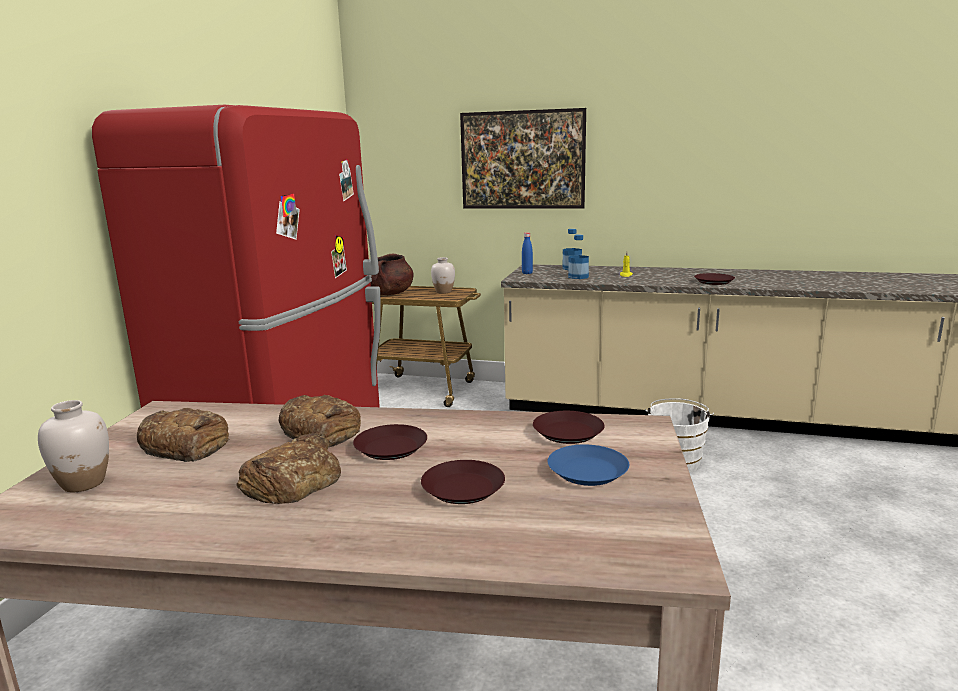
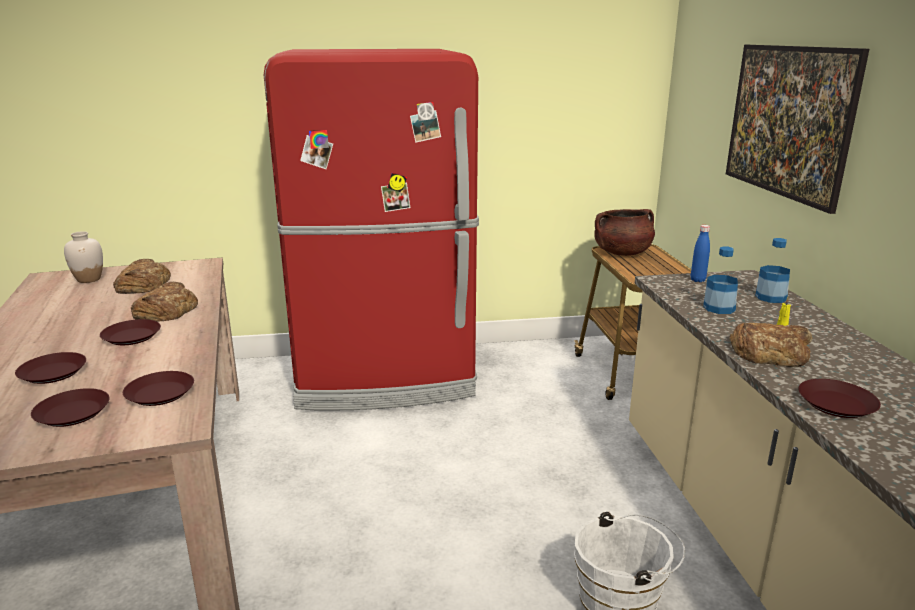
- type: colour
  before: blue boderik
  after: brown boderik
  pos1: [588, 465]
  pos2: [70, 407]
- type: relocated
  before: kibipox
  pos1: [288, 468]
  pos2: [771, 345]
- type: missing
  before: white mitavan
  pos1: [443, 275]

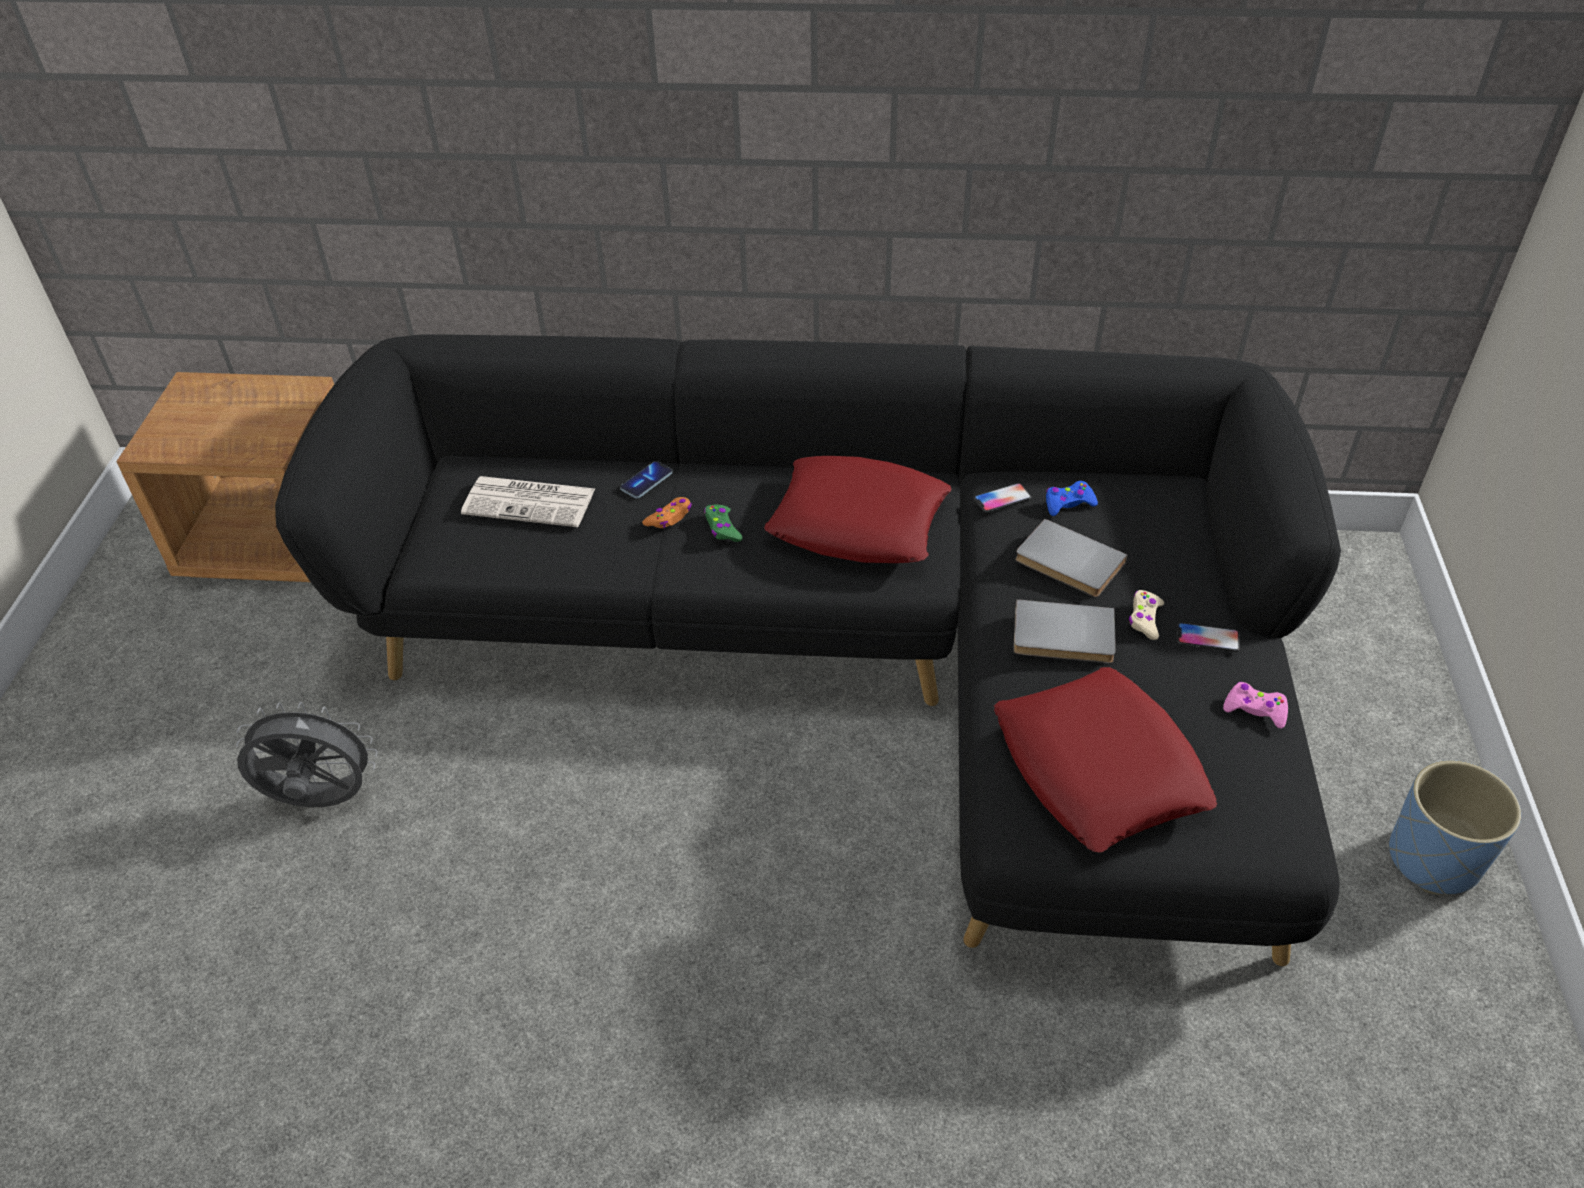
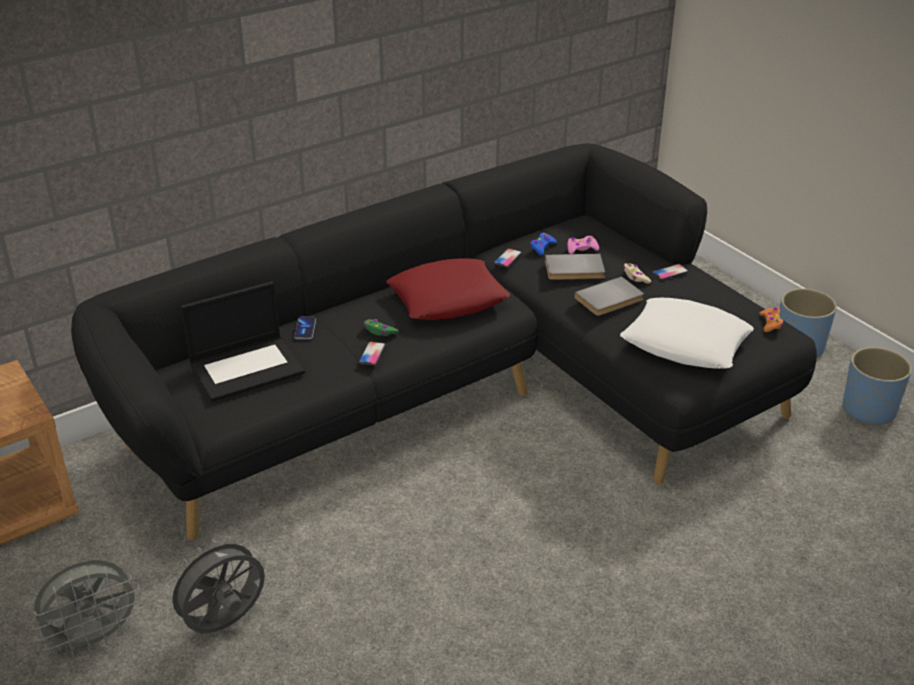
- type: appeared
  after: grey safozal
  pos2: [87, 607]
- type: exchanged
  before: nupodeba
  after: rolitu
  pos1: [528, 501]
  pos2: [243, 341]
- type: appeared
  after: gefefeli
  pos2: [372, 353]
- type: relocated
  before: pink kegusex
  pos1: [1255, 705]
  pos2: [583, 245]
- type: colour
  before: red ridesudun
  after: white ridesudun
  pos1: [1105, 759]
  pos2: [687, 333]
- type: relocated
  before: orange kegusex
  pos1: [667, 512]
  pos2: [772, 319]
- type: appeared
  after: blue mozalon
  pos2: [877, 386]

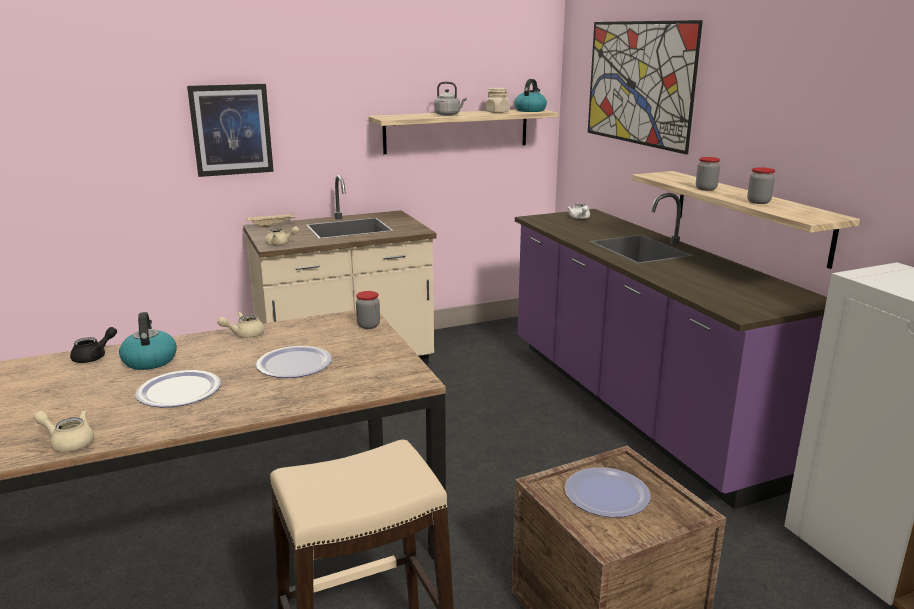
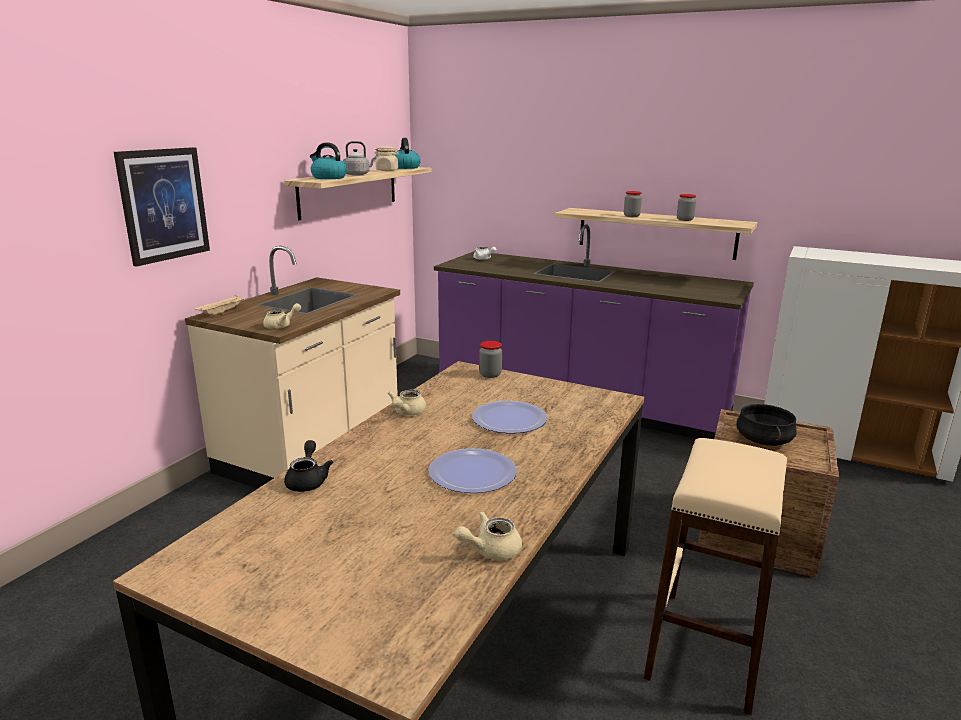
- type: relocated
  before: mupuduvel
  pos1: [148, 341]
  pos2: [328, 161]
- type: exchanged
  before: boderik
  after: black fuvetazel
  pos1: [607, 492]
  pos2: [766, 425]
- type: missing
  before: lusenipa
  pos1: [645, 87]

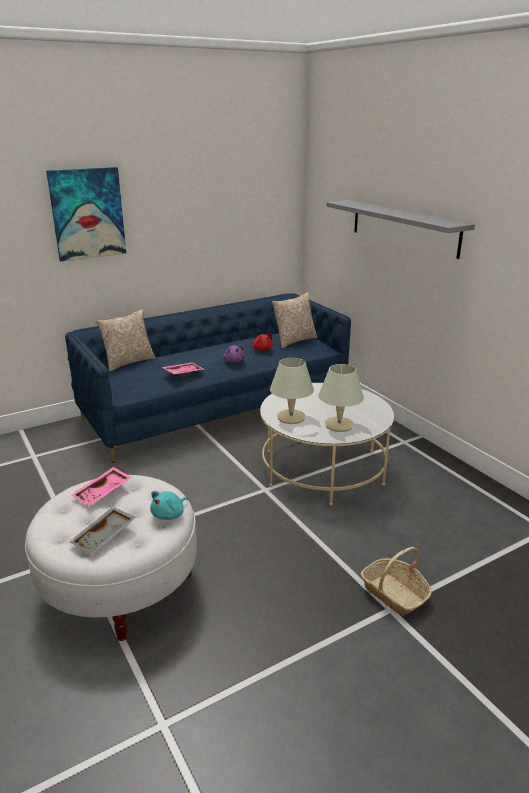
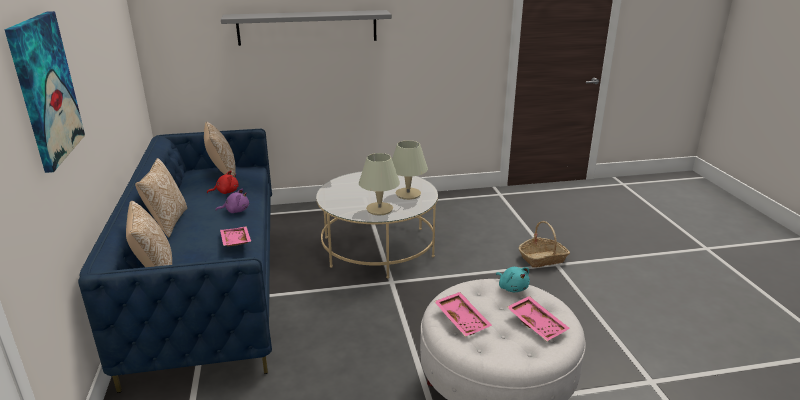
- type: appeared
  after: ridesudun
  pos2: [161, 197]
- type: colour
  before: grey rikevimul
  after: pink rikevimul
  pos1: [102, 530]
  pos2: [538, 318]

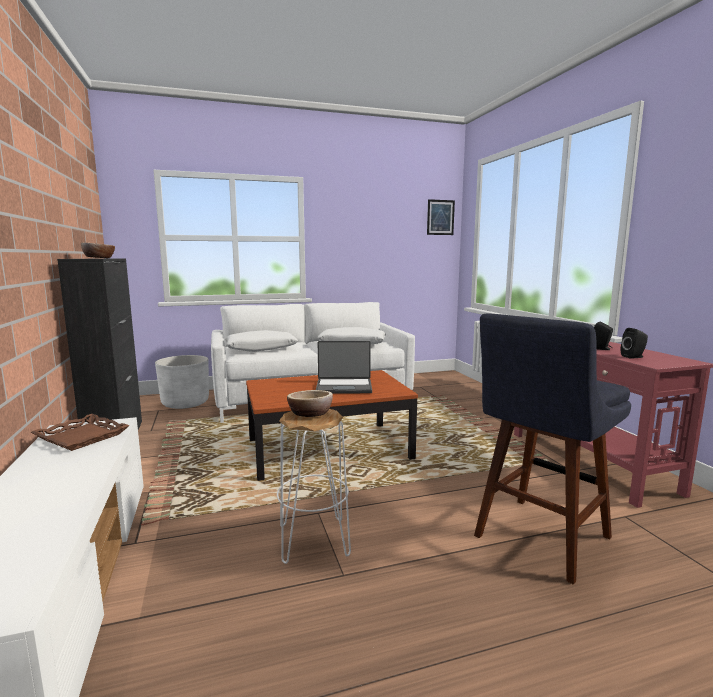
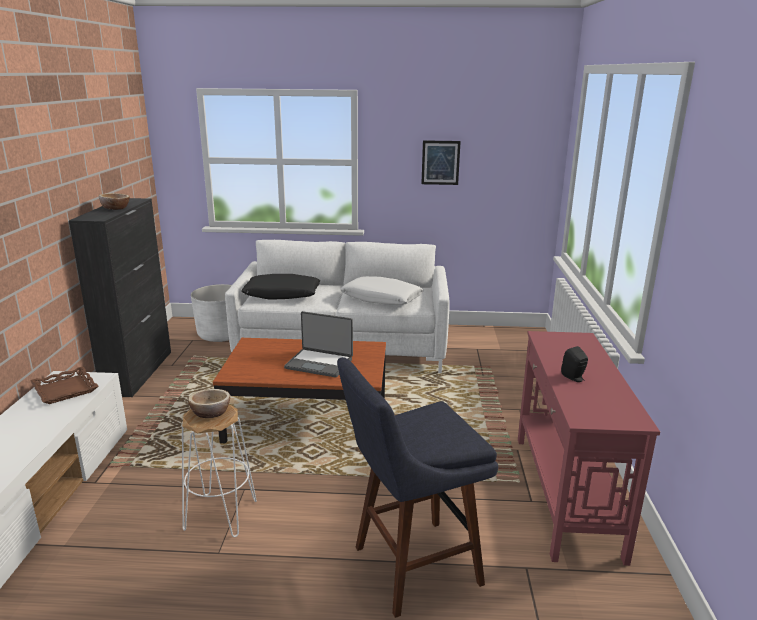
- type: colour
  before: white ridesudun
  after: black ridesudun
  pos1: [261, 341]
  pos2: [280, 287]
- type: relocated
  before: lusenipa
  pos1: [441, 217]
  pos2: [441, 162]
- type: missing
  before: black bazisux
  pos1: [634, 343]

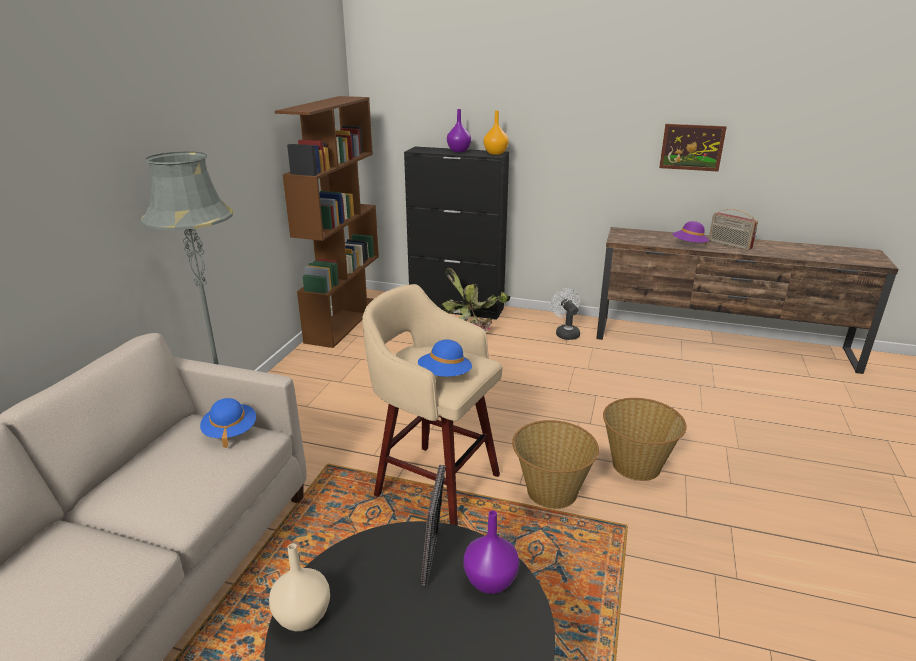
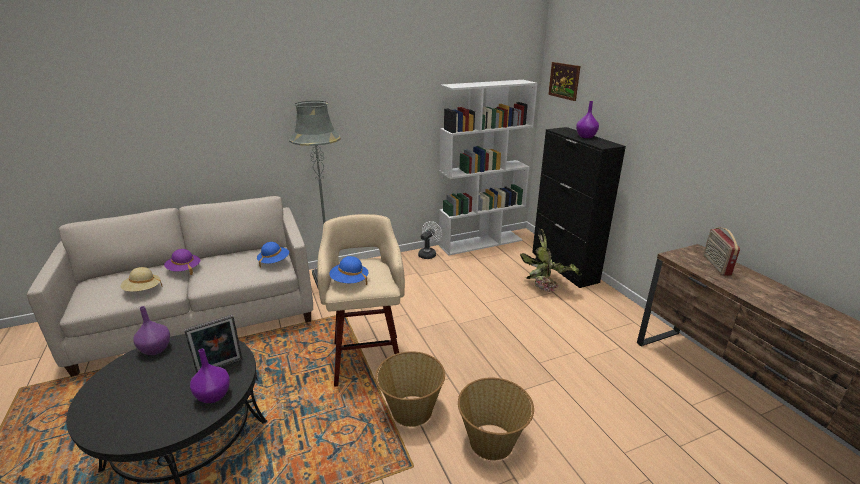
- type: appeared
  after: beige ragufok
  pos2: [142, 279]
- type: colour
  before: beige mitavan
  after: purple mitavan
  pos1: [299, 587]
  pos2: [151, 330]
- type: relocated
  before: purple ragufok
  pos1: [691, 233]
  pos2: [182, 262]
- type: relocated
  before: white safozal
  pos1: [565, 314]
  pos2: [430, 240]
- type: colour
  before: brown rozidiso
  after: white rozidiso
  pos1: [327, 222]
  pos2: [488, 168]
- type: relocated
  before: lusenipa
  pos1: [693, 148]
  pos2: [564, 81]
- type: relocated
  before: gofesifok
  pos1: [733, 229]
  pos2: [722, 252]
- type: missing
  before: orange mitavan
  pos1: [496, 133]

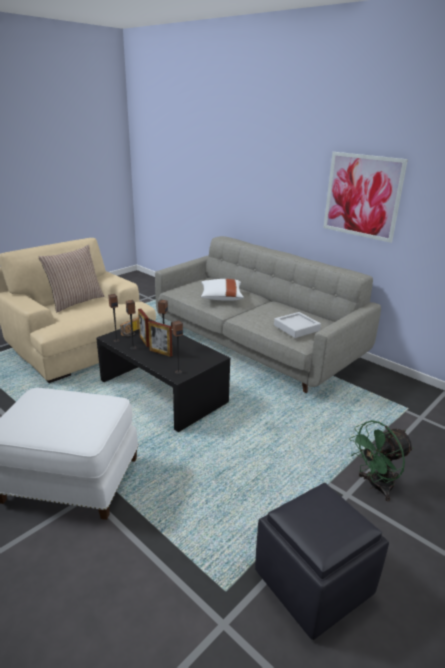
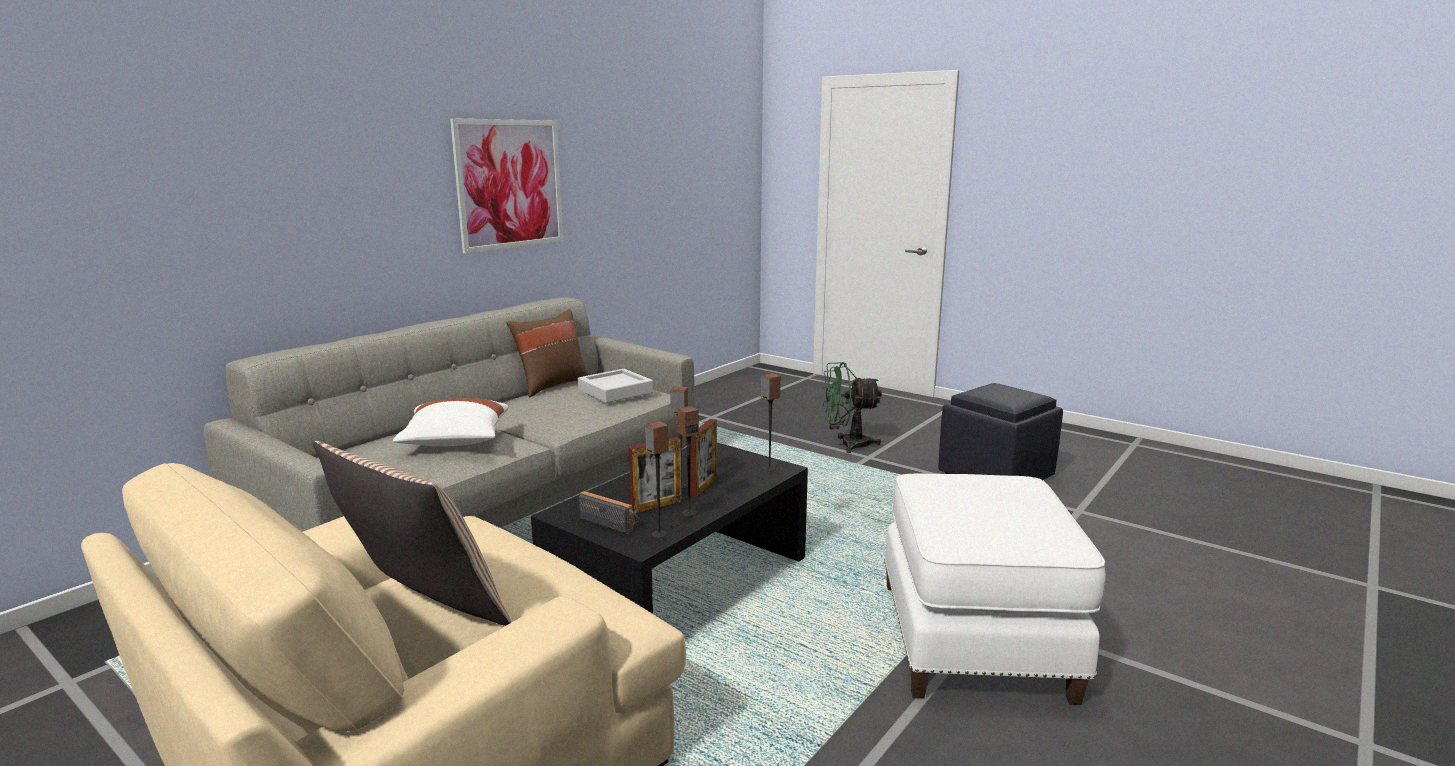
- type: appeared
  after: brown ridesudun
  pos2: [547, 353]
- type: spun
  before: green safozal
  pos1: [381, 460]
  pos2: [852, 407]
  turn: 120

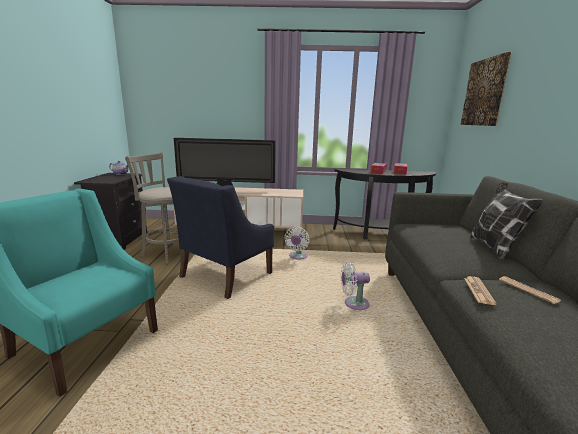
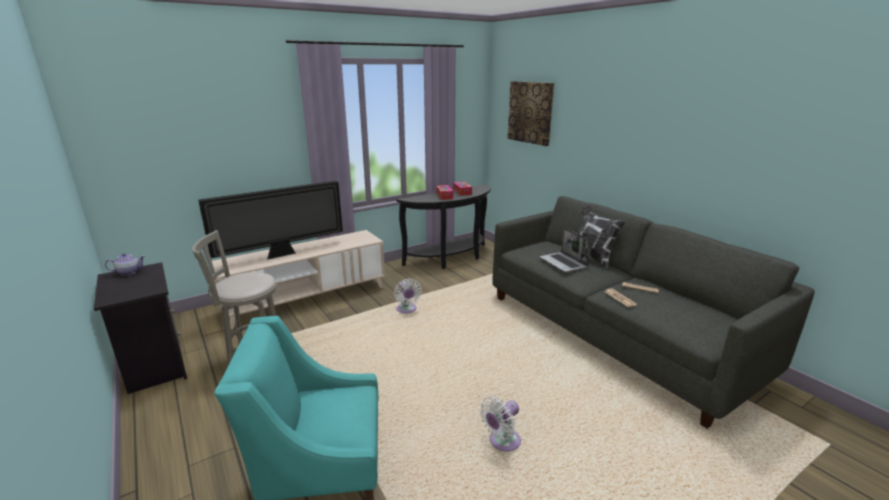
- type: relocated
  before: white safozal
  pos1: [355, 285]
  pos2: [500, 424]
- type: appeared
  after: rolitu
  pos2: [565, 250]
- type: missing
  before: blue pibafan
  pos1: [220, 237]

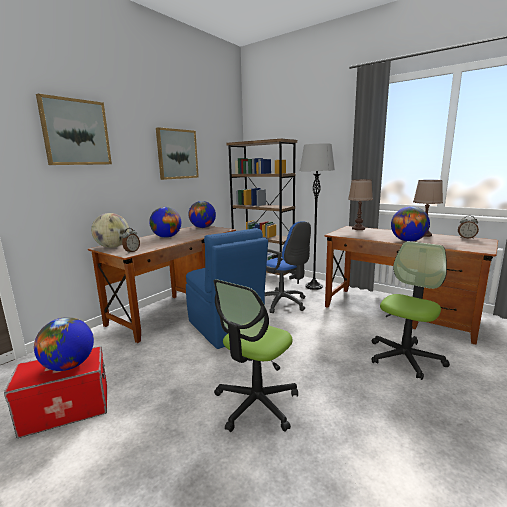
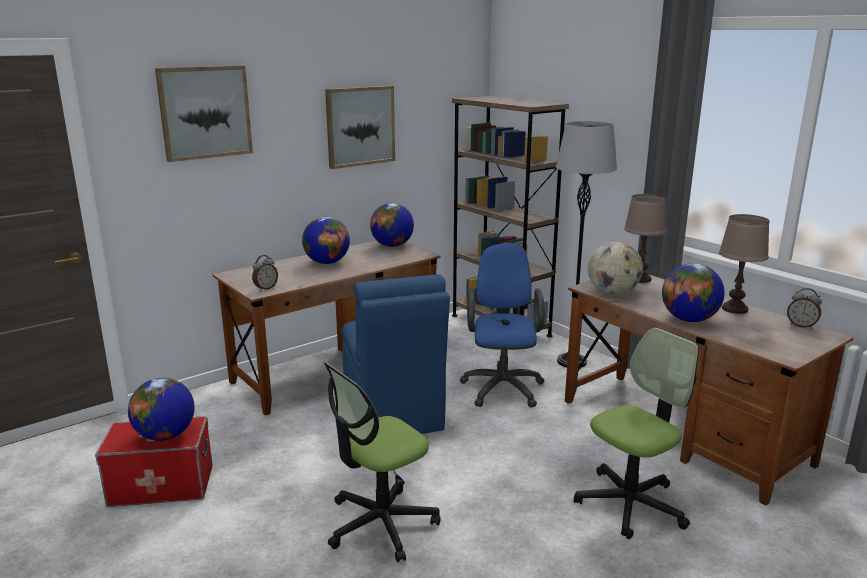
- type: spun
  before: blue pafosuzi
  pos1: [288, 267]
  pos2: [502, 325]
  turn: -150
- type: relocated
  before: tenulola
  pos1: [110, 230]
  pos2: [615, 268]

